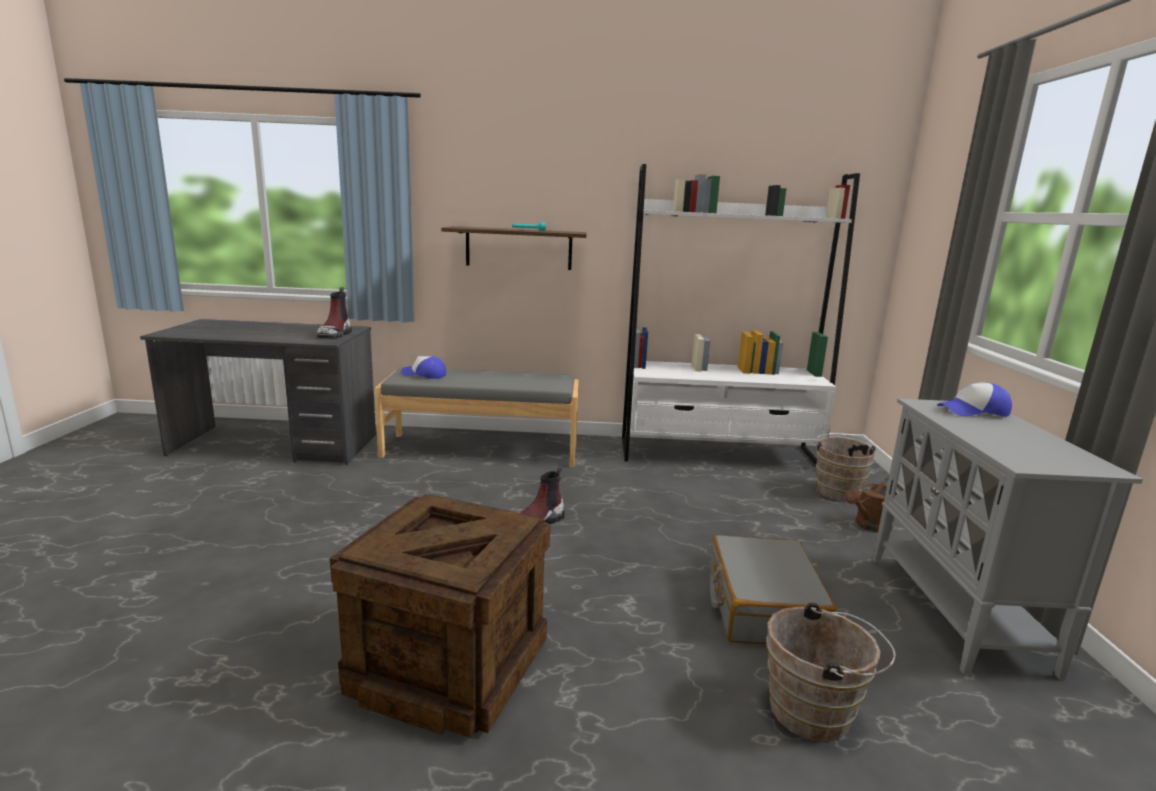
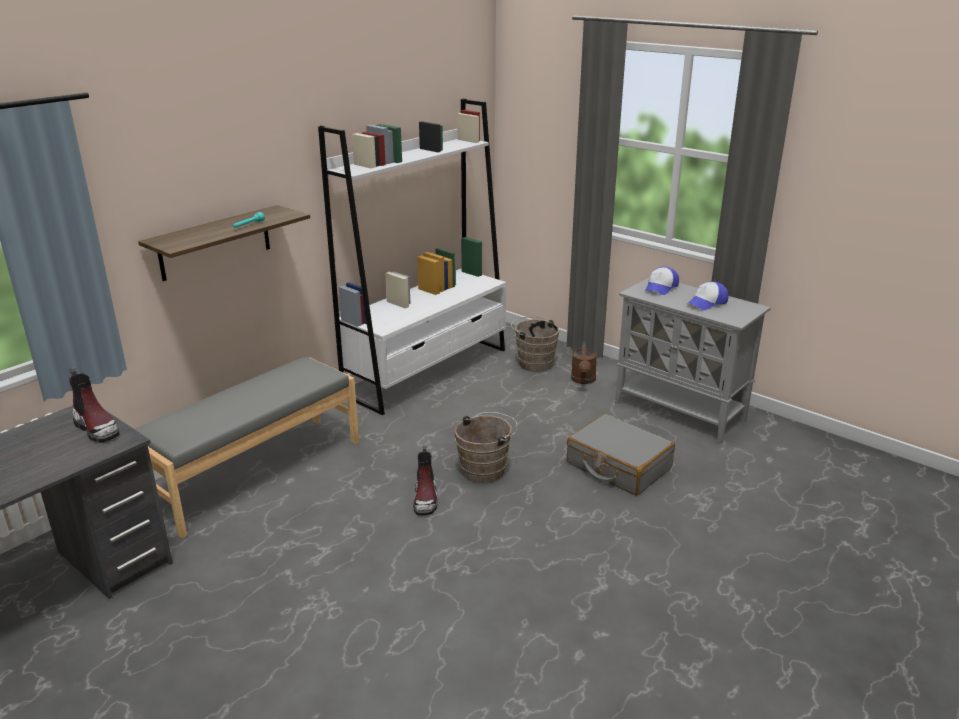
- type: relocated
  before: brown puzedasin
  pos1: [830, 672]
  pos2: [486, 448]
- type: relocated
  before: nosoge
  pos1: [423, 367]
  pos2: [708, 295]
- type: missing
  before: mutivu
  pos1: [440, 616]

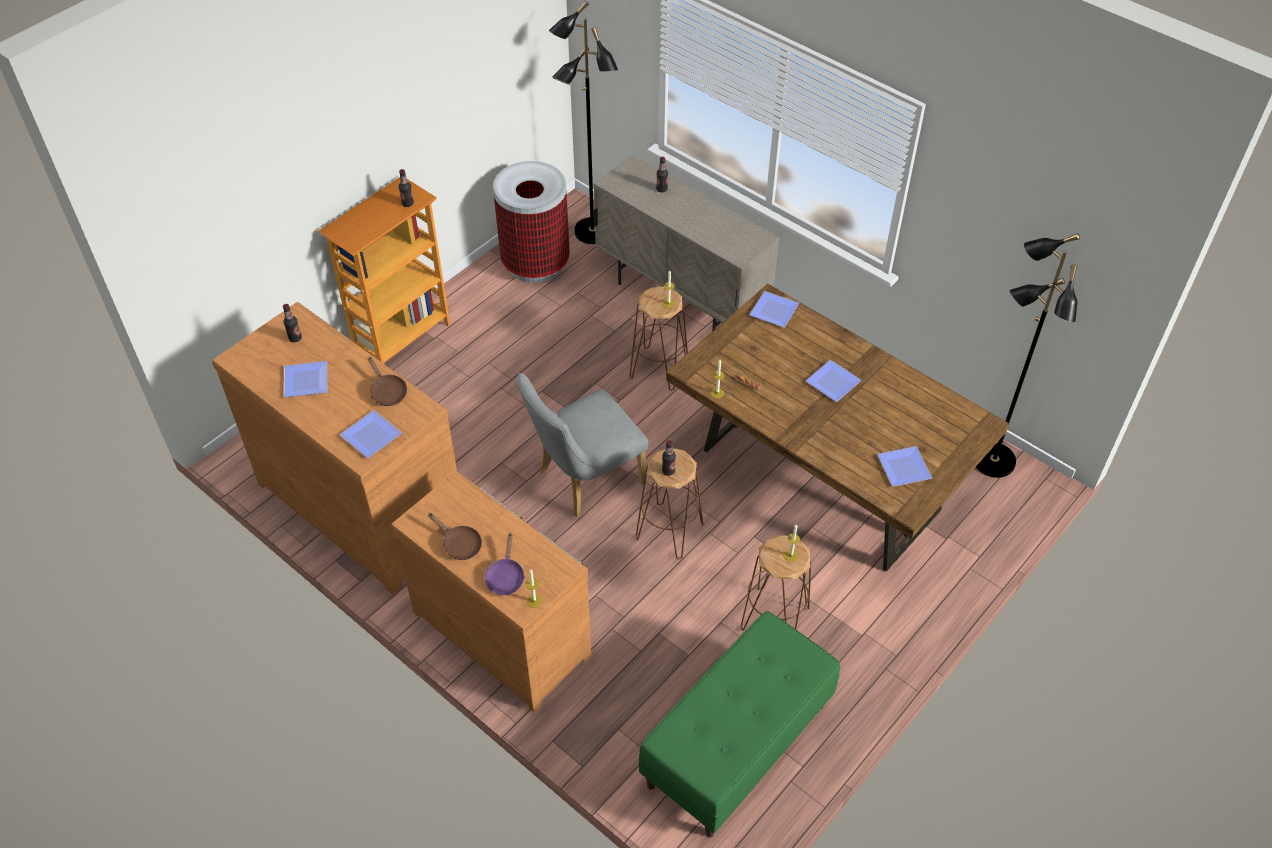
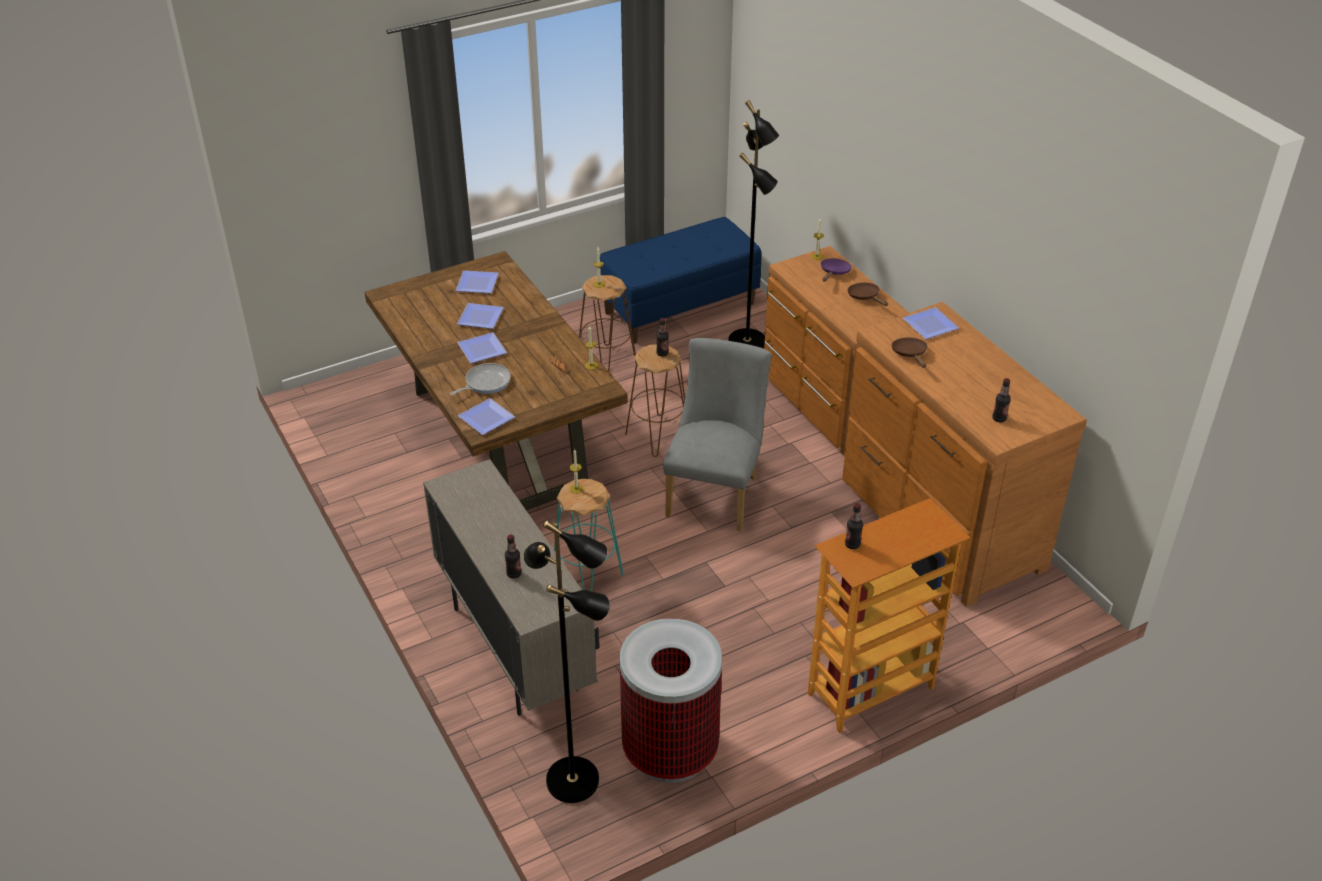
- type: appeared
  after: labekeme
  pos2: [480, 379]
- type: relocated
  before: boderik
  pos1: [306, 379]
  pos2: [480, 316]
- type: colour
  before: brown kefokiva
  after: turquoise kefokiva
  pos1: [659, 338]
  pos2: [589, 535]
- type: colour
  before: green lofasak
  after: blue lofasak
  pos1: [739, 724]
  pos2: [681, 280]
- type: spun
  before: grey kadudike
  pos1: [582, 445]
  pos2: [717, 435]
  turn: -60
- type: relocated
  before: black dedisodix
  pos1: [1028, 355]
  pos2: [753, 224]

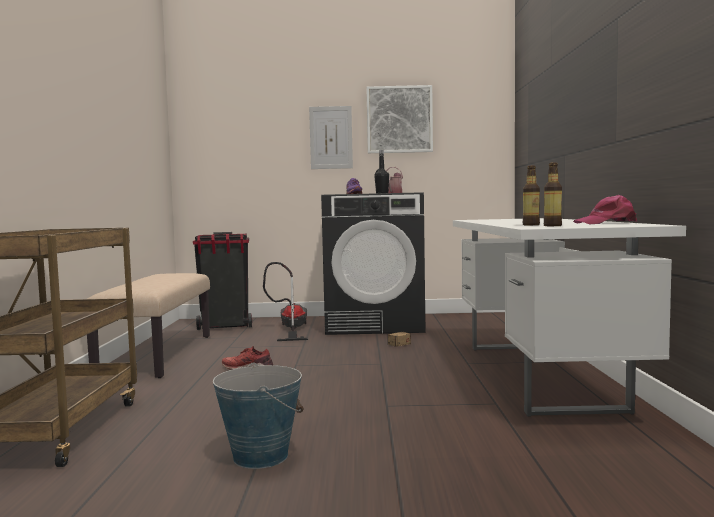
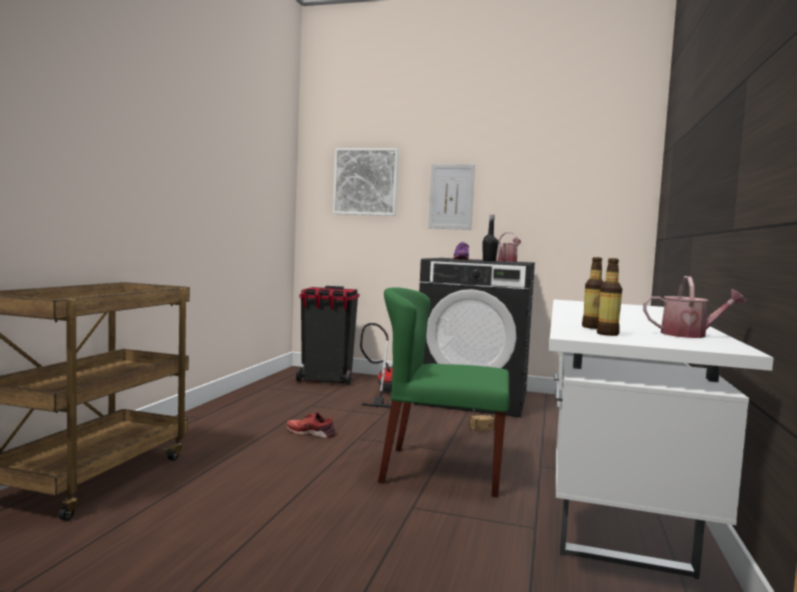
- type: relocated
  before: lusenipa
  pos1: [400, 119]
  pos2: [366, 182]
- type: appeared
  after: green kadudike
  pos2: [444, 392]
- type: exchanged
  before: pink nosoge
  after: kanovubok
  pos1: [605, 210]
  pos2: [694, 307]
- type: missing
  before: beige lofasak
  pos1: [148, 325]
- type: missing
  before: puzedasin
  pos1: [258, 415]

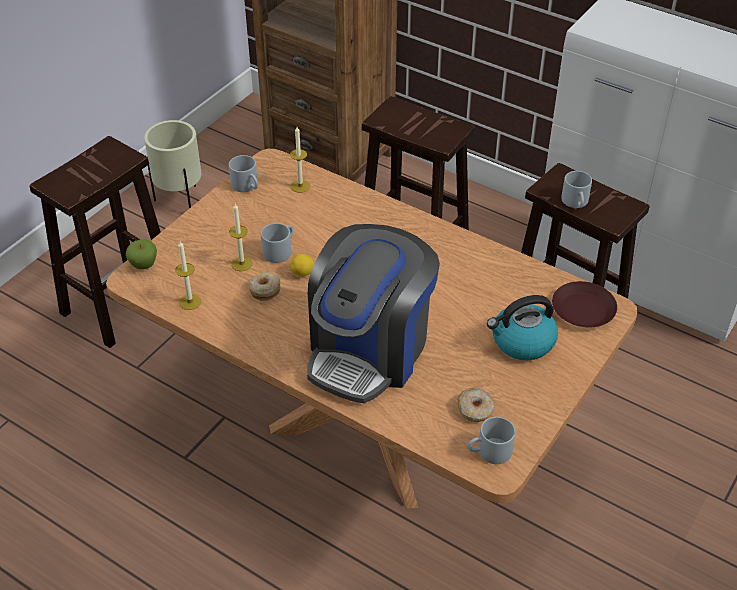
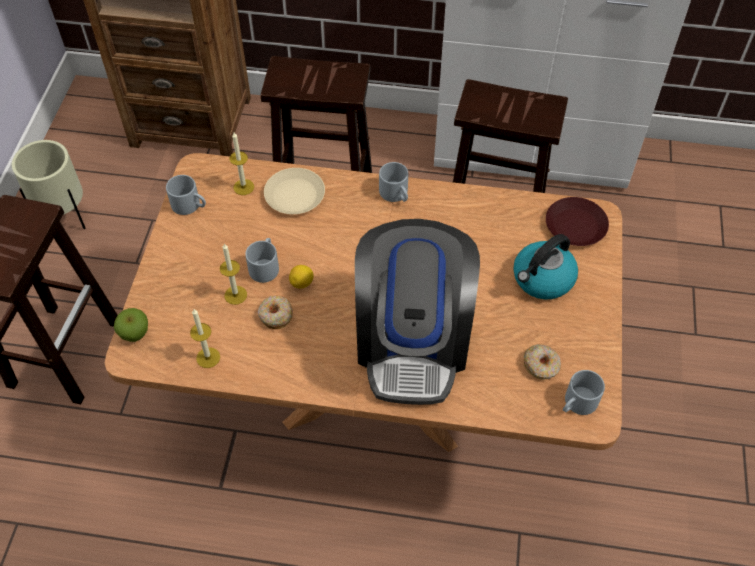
- type: appeared
  after: beige boderik
  pos2: [294, 191]
- type: relocated
  before: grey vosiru
  pos1: [576, 189]
  pos2: [393, 182]

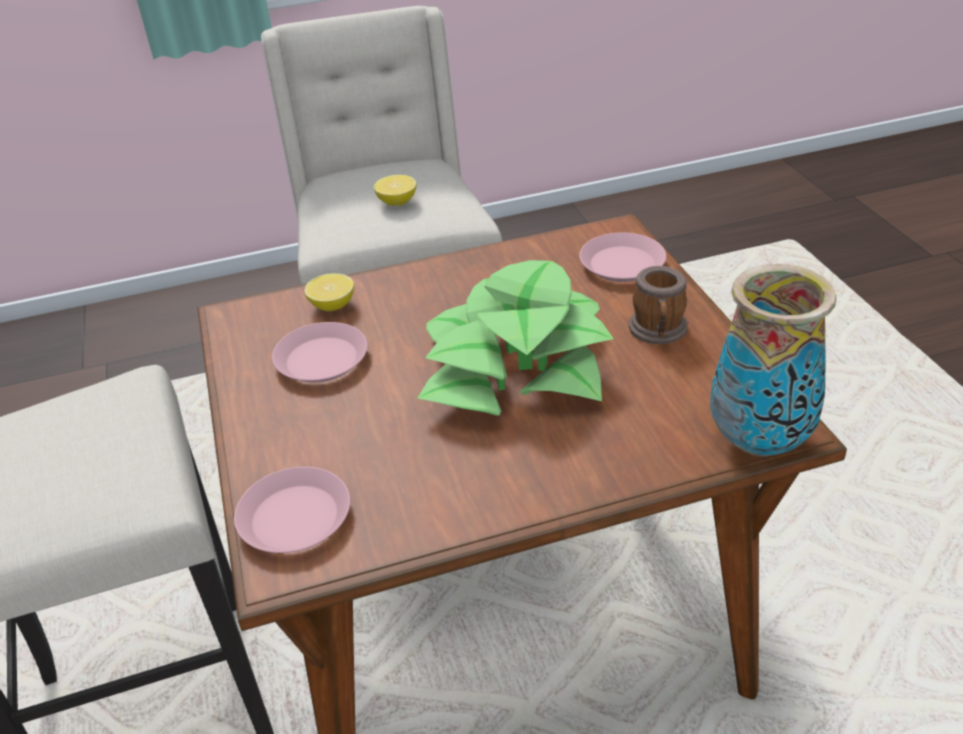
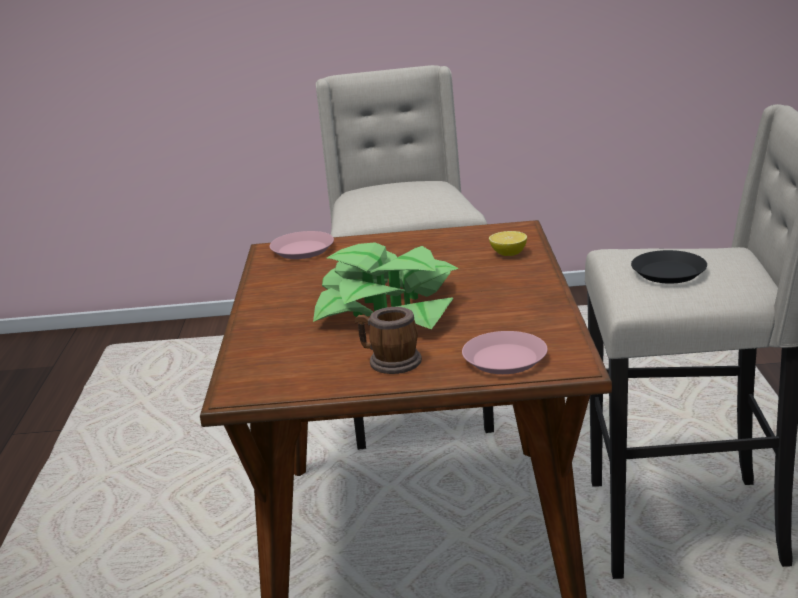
- type: exchanged
  before: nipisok
  after: black boderik
  pos1: [395, 190]
  pos2: [669, 267]
- type: missing
  before: pink boderik
  pos1: [320, 352]
- type: missing
  before: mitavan
  pos1: [773, 360]

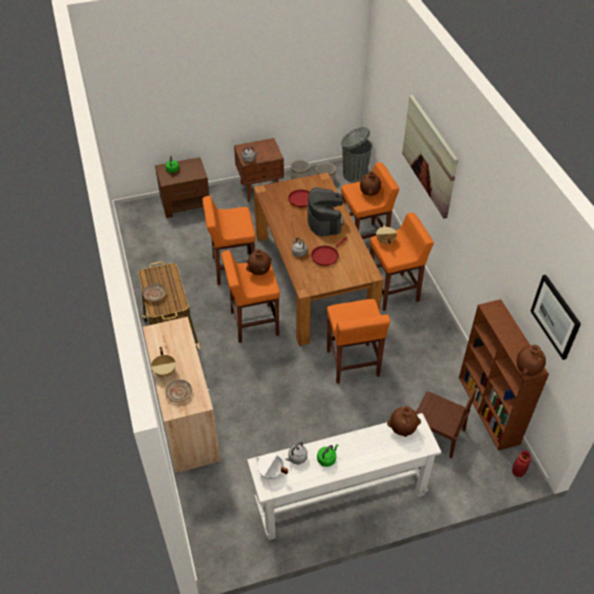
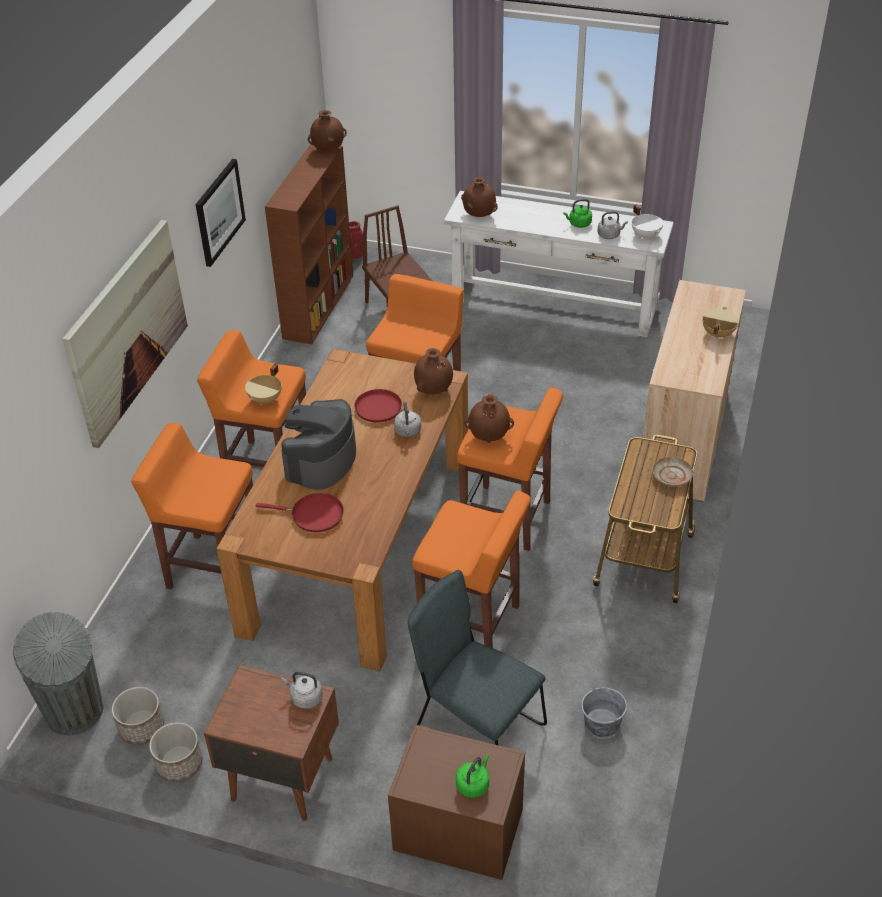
- type: relocated
  before: lusenipa
  pos1: [555, 317]
  pos2: [220, 213]
- type: appeared
  after: grey kadudike
  pos2: [477, 657]
- type: relocated
  before: brown mitavan
  pos1: [370, 183]
  pos2: [433, 371]
- type: appeared
  after: grey puzedasin
  pos2: [604, 711]
- type: missing
  before: beige boderik
  pos1: [178, 391]

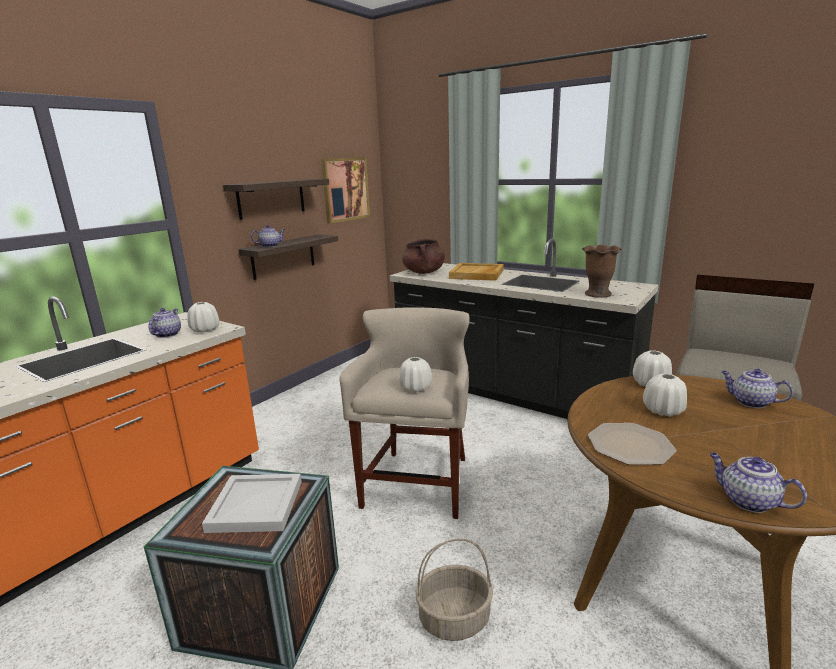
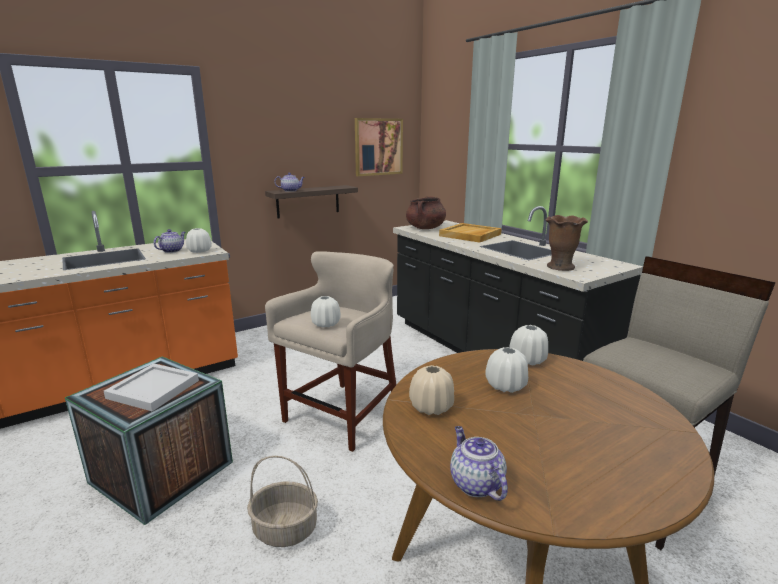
- type: exchanged
  before: boderik
  after: beige mitavan
  pos1: [632, 444]
  pos2: [431, 390]
- type: missing
  before: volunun
  pos1: [276, 199]
- type: missing
  before: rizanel
  pos1: [757, 388]

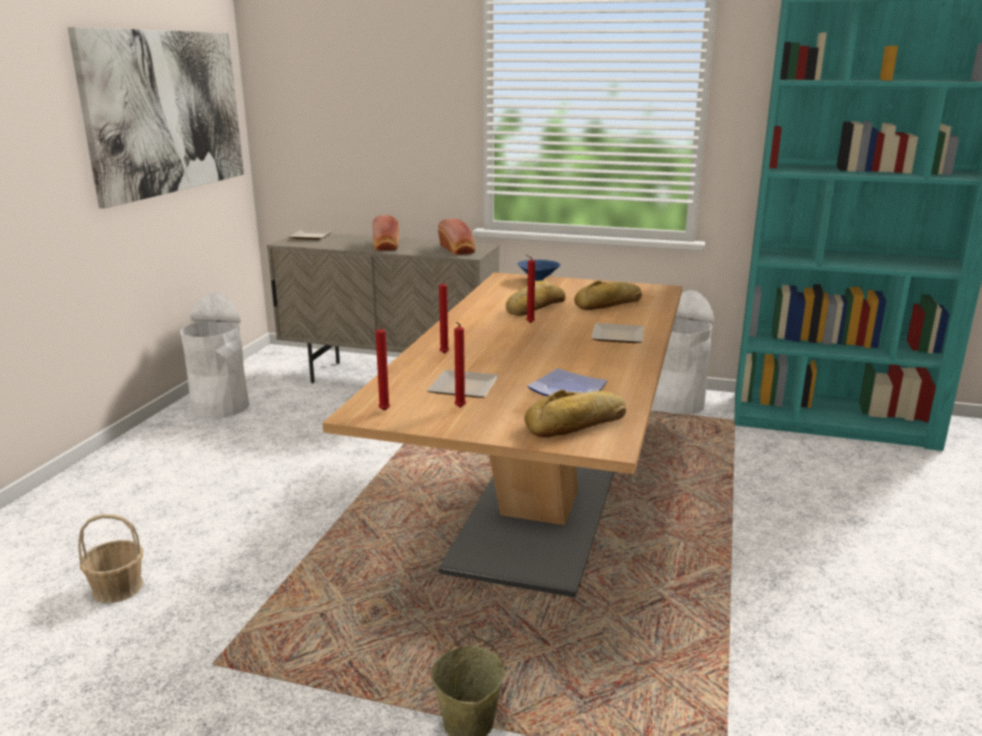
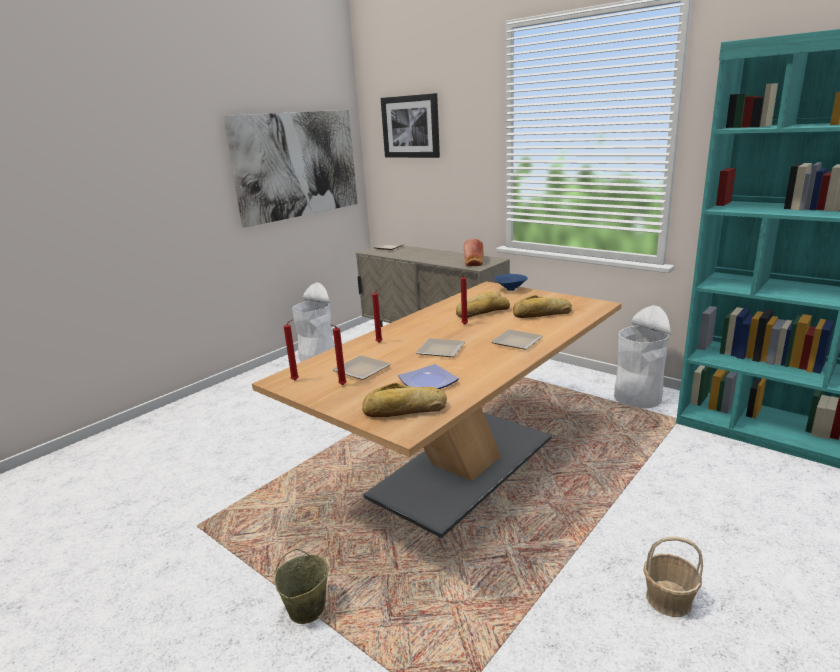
- type: appeared
  after: lusenipa
  pos2: [410, 125]
- type: appeared
  after: boderik
  pos2: [440, 347]
- type: relocated
  before: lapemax
  pos1: [110, 558]
  pos2: [673, 576]
- type: missing
  before: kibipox
  pos1: [386, 233]

